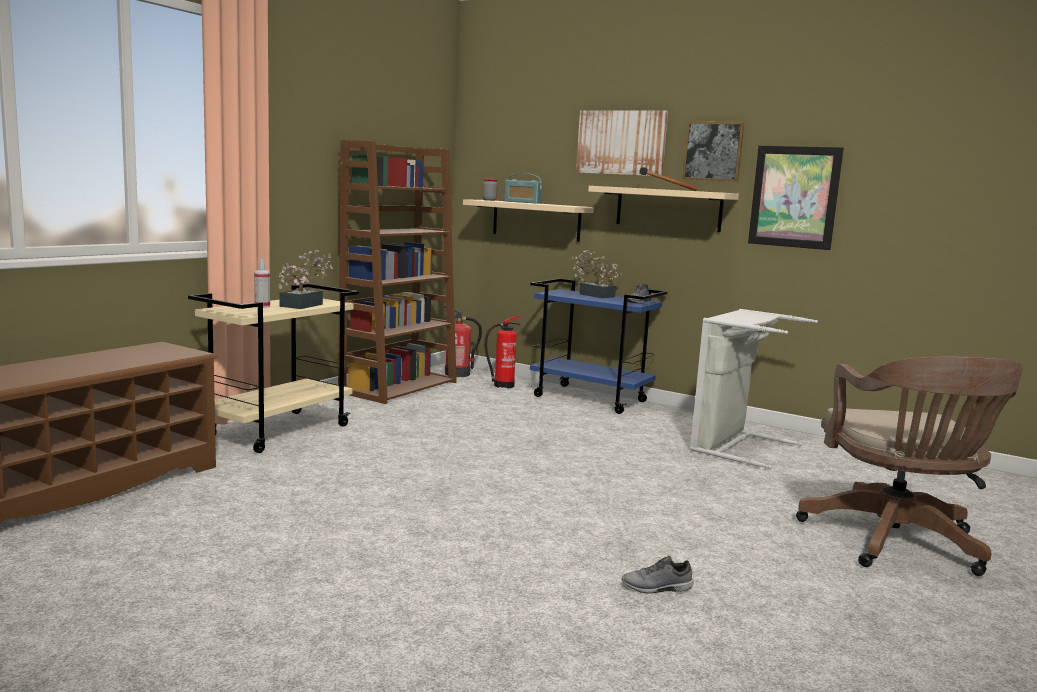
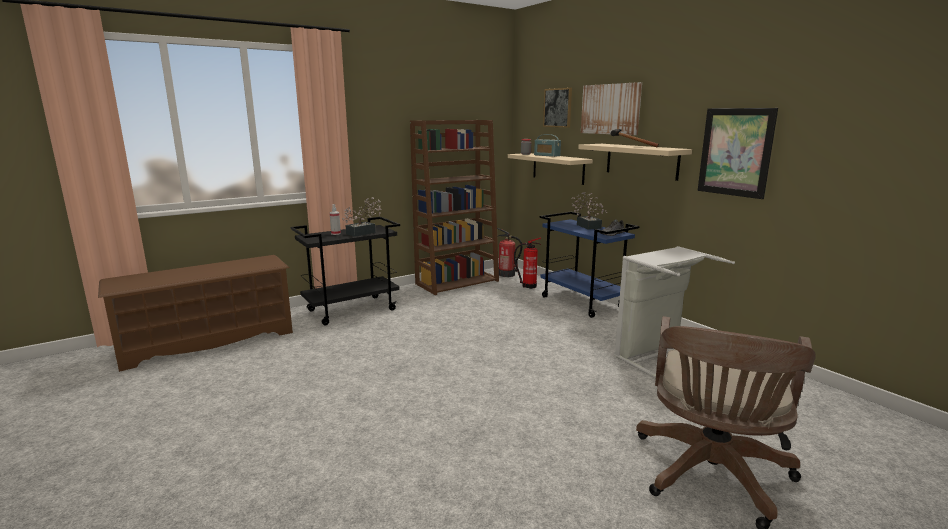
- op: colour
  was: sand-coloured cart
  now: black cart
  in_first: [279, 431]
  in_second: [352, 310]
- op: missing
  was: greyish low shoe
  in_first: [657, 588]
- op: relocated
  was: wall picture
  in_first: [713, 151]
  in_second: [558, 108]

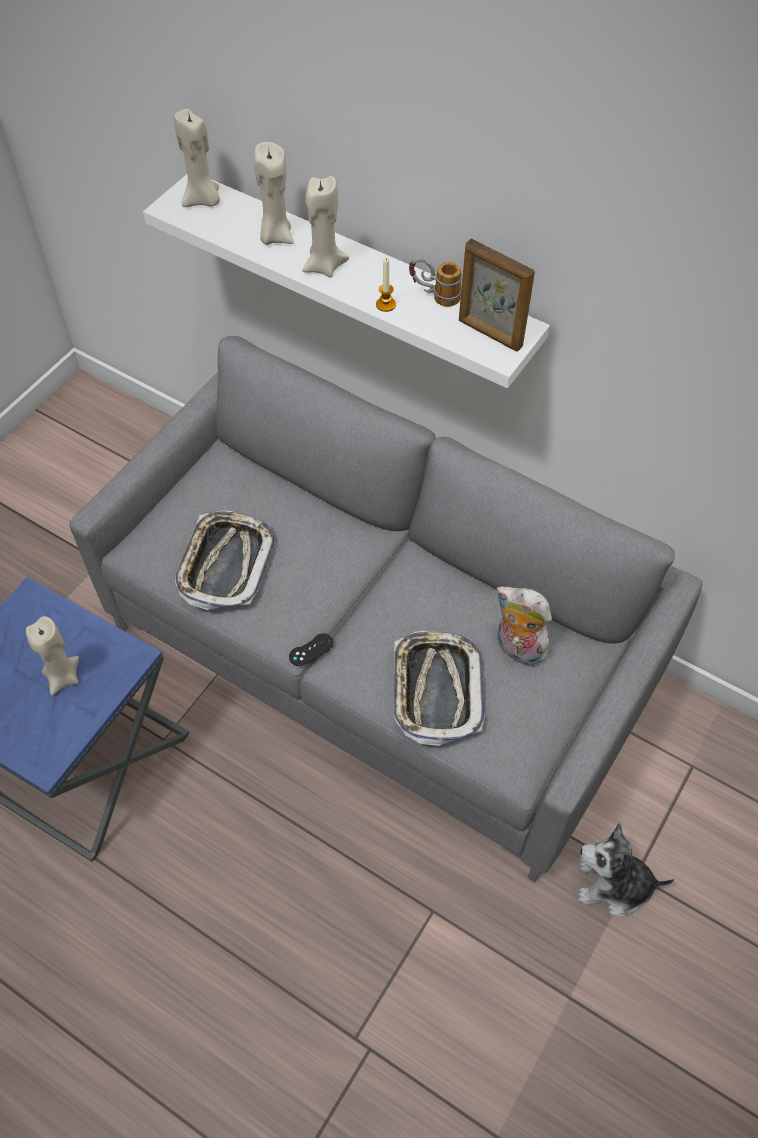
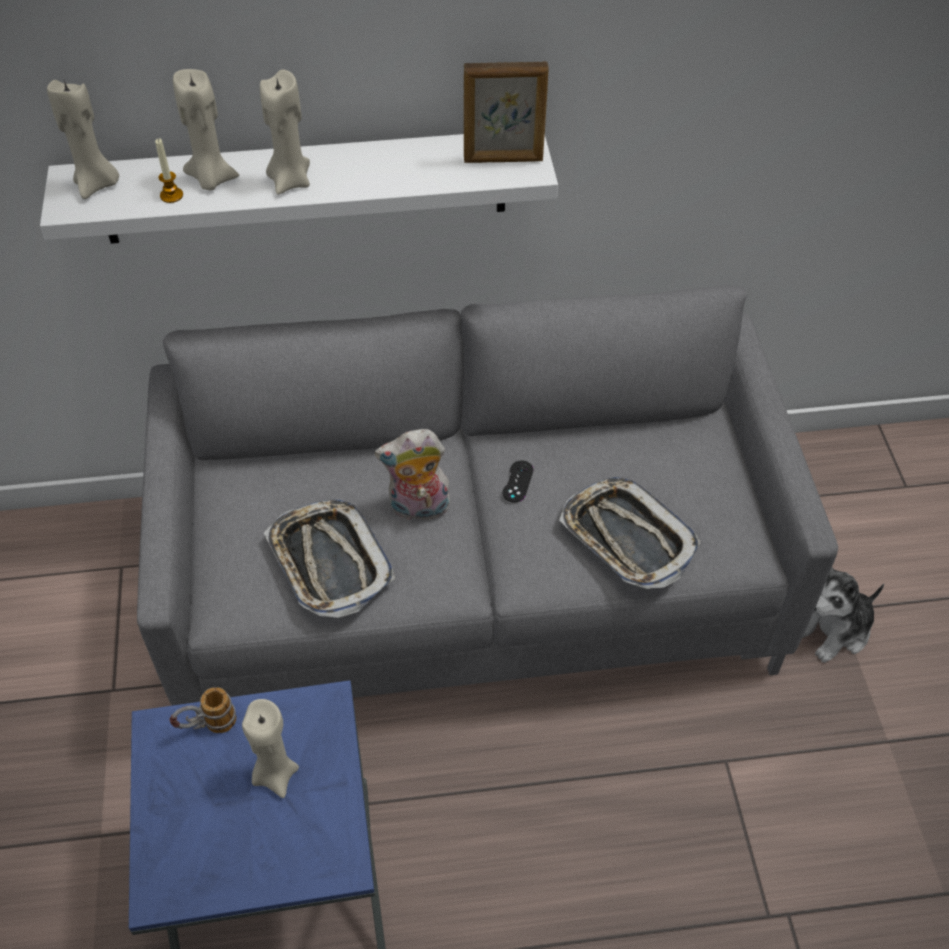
- op: relocated
  was: black game controller
  in_first: [311, 650]
  in_second: [518, 481]
- op: relocated
  was: wax light
  in_first: [386, 304]
  in_second: [171, 195]
- op: relocated
  was: mug
  in_first: [434, 296]
  in_second: [207, 726]
- op: relocated
  was: soft toy
  in_first: [517, 650]
  in_second: [418, 509]

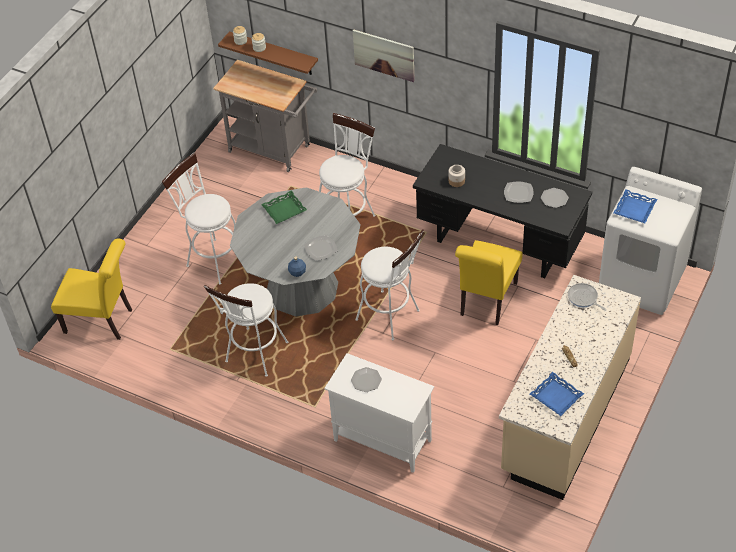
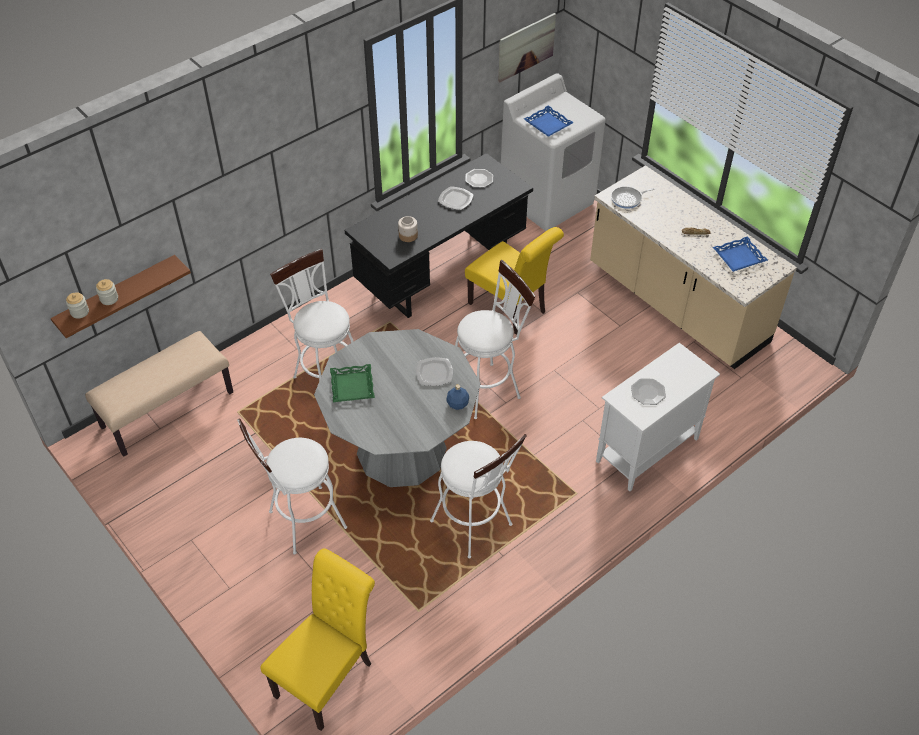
- op: exchanged
  was: greyish cart
  now: sand-coloured indoor bench
  in_first: [274, 150]
  in_second: [167, 409]
- op: relocated
  was: wall picture
  in_first: [384, 55]
  in_second: [526, 47]

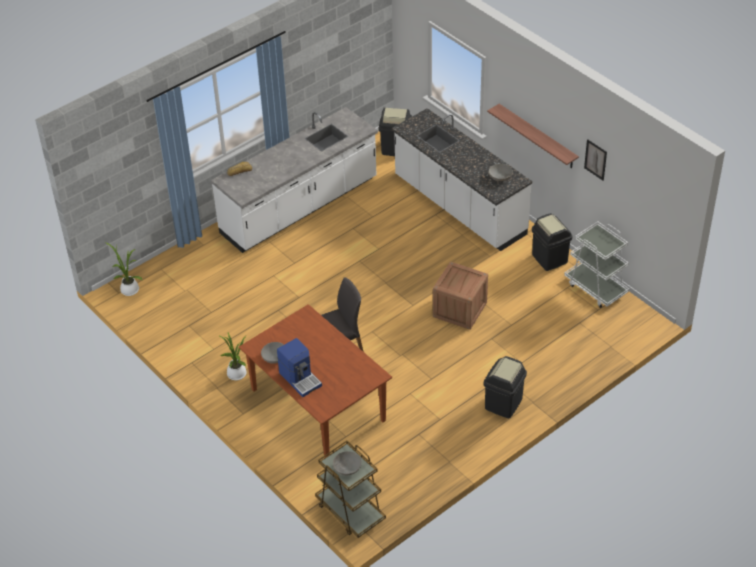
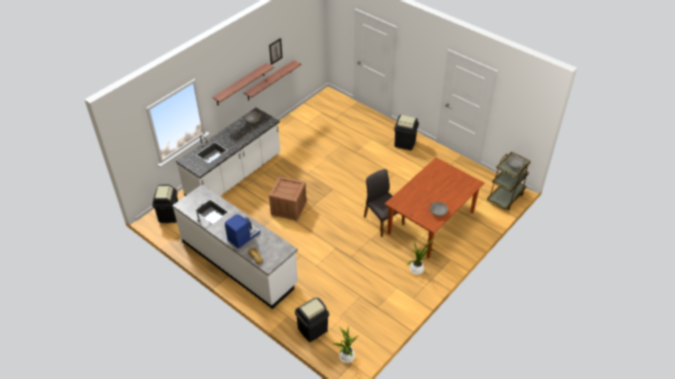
- op: relocated
  was: coffee brewer
  in_first: [300, 378]
  in_second: [243, 236]
- op: relocated
  was: packing crate
  in_first: [459, 310]
  in_second: [288, 208]
- op: relocated
  was: black rubbish bin
  in_first: [549, 259]
  in_second: [313, 330]
- op: missing
  was: whitish cart
  in_first: [596, 288]
- op: appeared
  now: bracket shelf
  in_second: [269, 80]

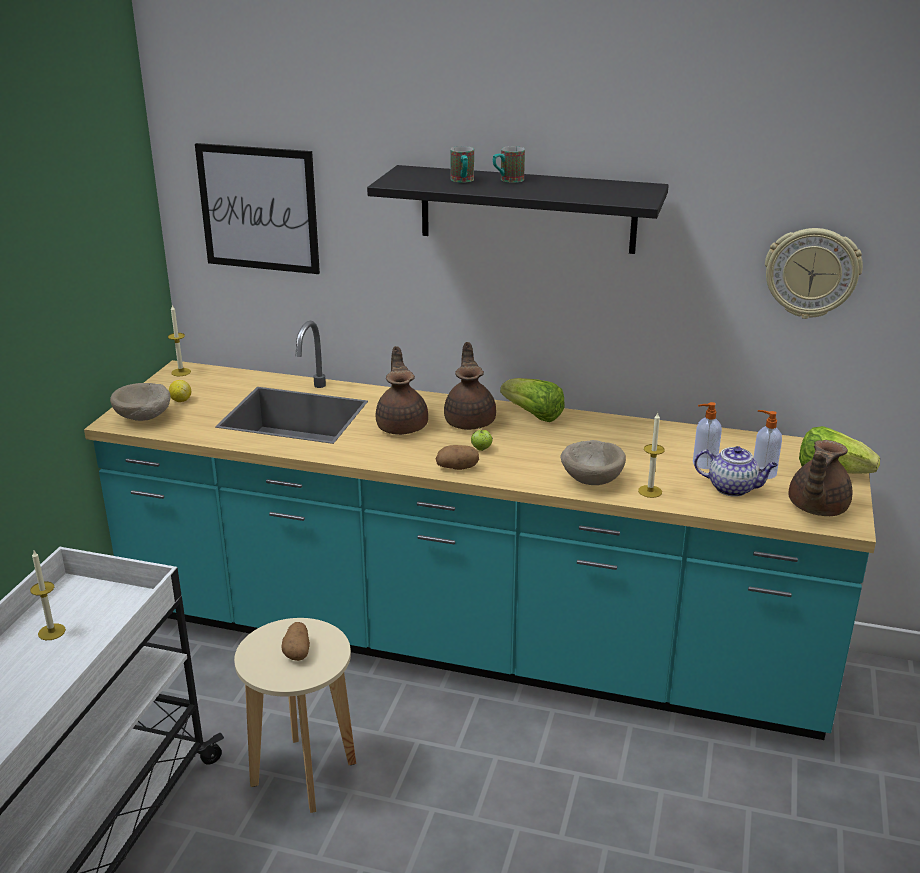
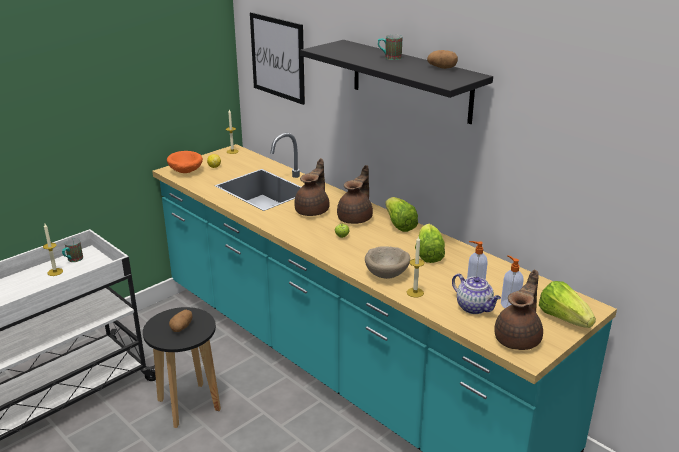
- op: colour
  was: sand-coloured serving bowl
  now: orange serving bowl
  in_first: [144, 418]
  in_second: [185, 172]
- op: colour
  was: sand-coloured stool seat
  now: black stool seat
  in_first: [304, 774]
  in_second: [189, 405]
- op: relocated
  was: potato
  in_first: [457, 467]
  in_second: [442, 68]
- op: relocated
  was: mug
  in_first: [463, 181]
  in_second: [73, 260]
- op: missing
  was: clock on the wall
  in_first: [811, 272]
- op: spun
  was: brown-coloured pot for tea
  in_first: [815, 508]
  in_second: [518, 339]
  clockwise: 150
- op: appeared
  now: lettuce
  in_second: [428, 254]

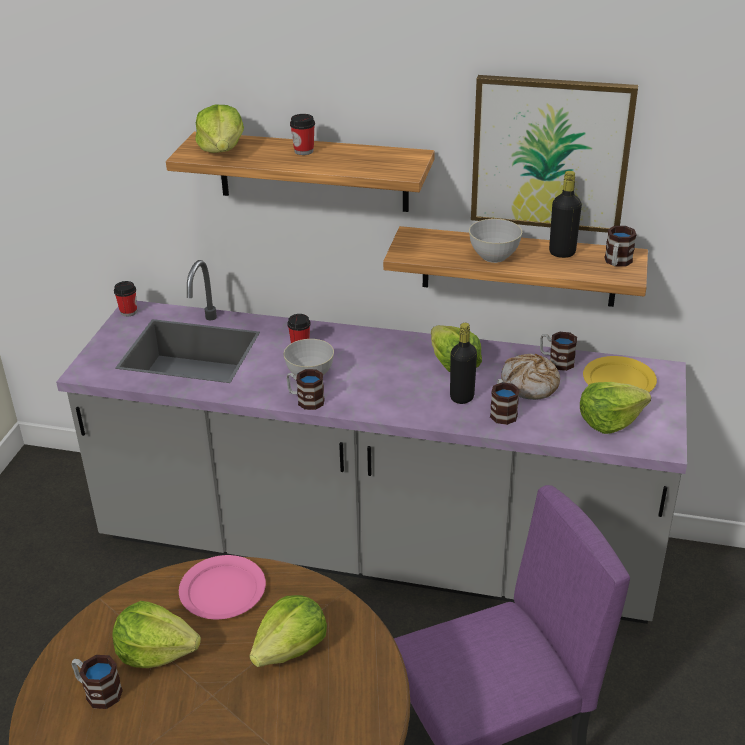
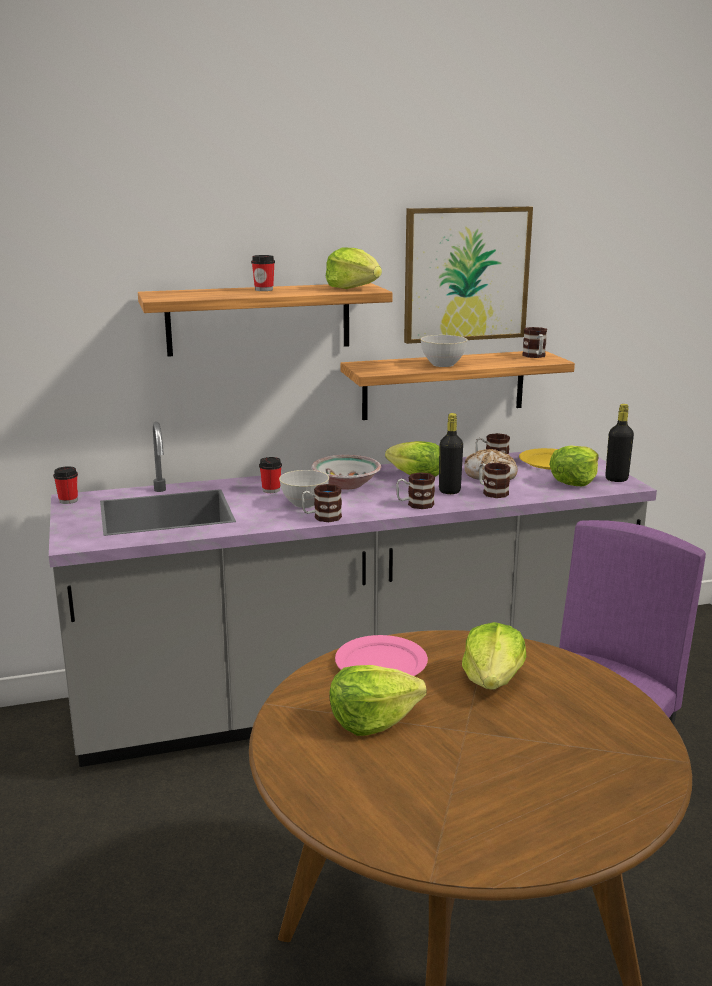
- op: relocated
  was: mug
  in_first: [98, 691]
  in_second: [415, 504]
- op: relocated
  was: lettuce
  in_first: [222, 150]
  in_second: [353, 288]
- op: relocated
  was: black drink bottle
  in_first: [562, 253]
  in_second: [616, 479]
- op: appeared
  now: serving bowl
  in_second: [345, 484]

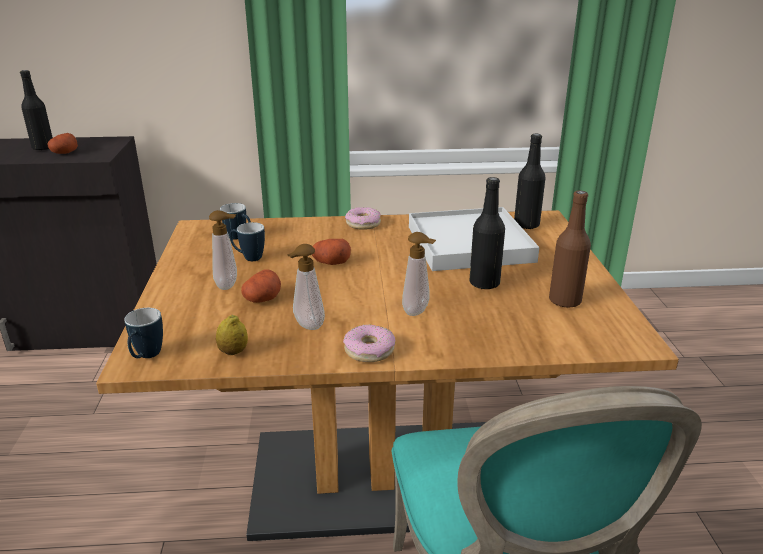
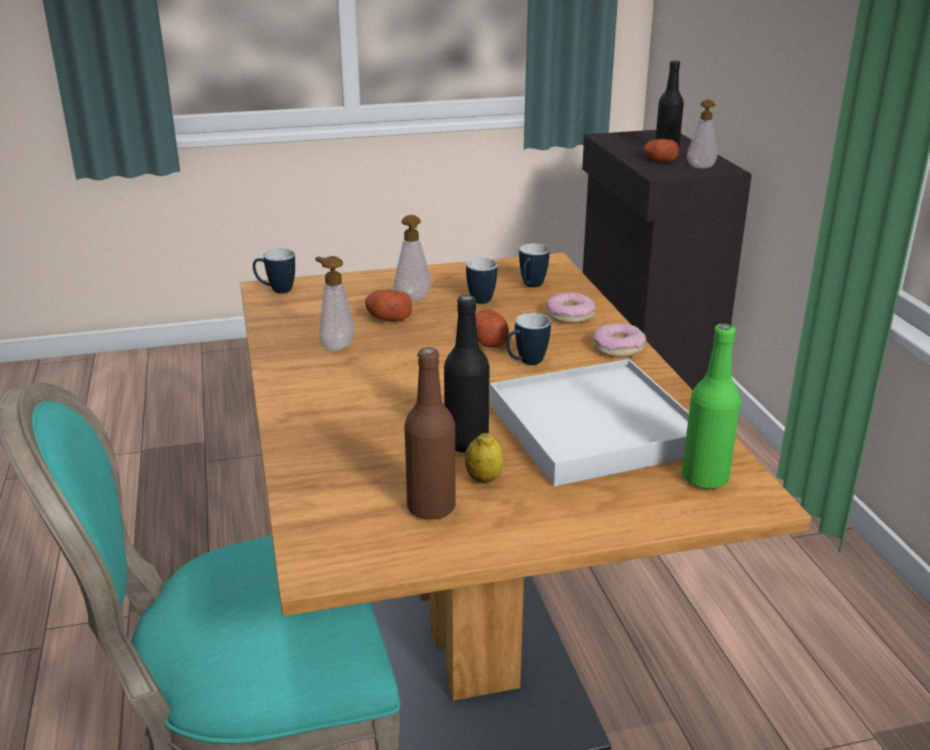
- op: relocated
  was: lemon
  in_first: [233, 352]
  in_second: [483, 478]
- op: relocated
  was: donut
  in_first: [369, 350]
  in_second: [570, 315]
- op: relocated
  was: liquid soap bottle
  in_first: [418, 312]
  in_second: [700, 167]
- op: colour
  was: black drink bottle
  now: green drink bottle
  in_first: [526, 225]
  in_second: [704, 478]
- op: appeared
  now: mug
  in_second: [525, 362]

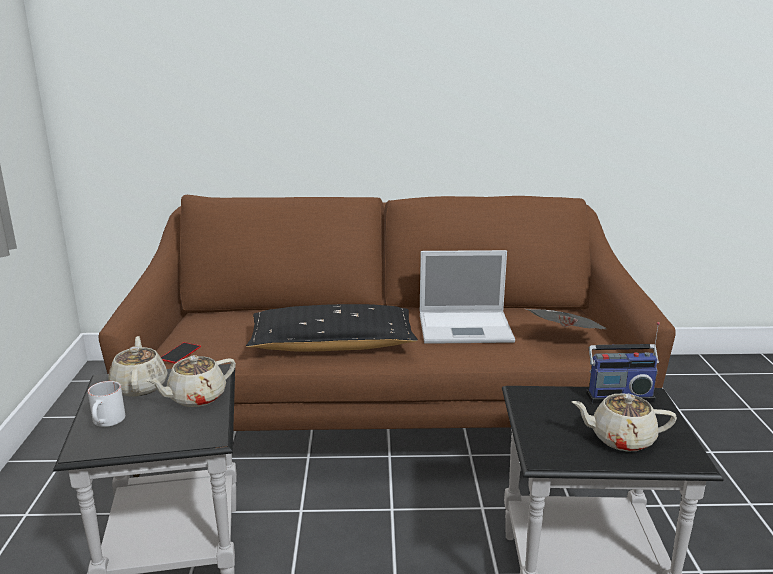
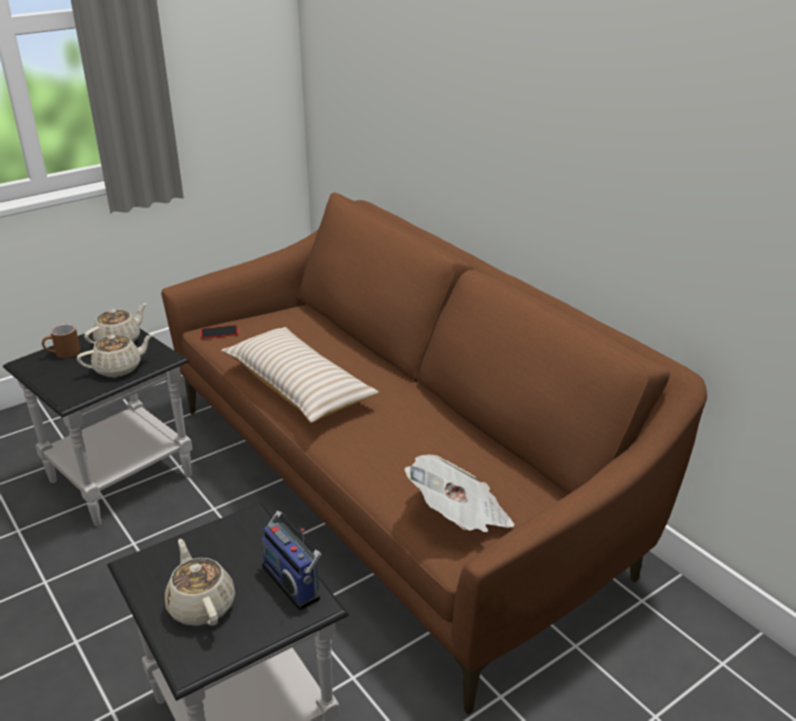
- op: colour
  was: whitish mug
  now: brown-coloured mug
  in_first: [107, 422]
  in_second: [63, 354]
- op: spun
  was: sand-coloured pot for tea
  in_first: [196, 397]
  in_second: [119, 368]
  clockwise: 135
- op: colour
  was: black cushion
  now: sand-coloured cushion
  in_first: [332, 344]
  in_second: [298, 387]
- op: missing
  was: laptop
  in_first: [467, 327]

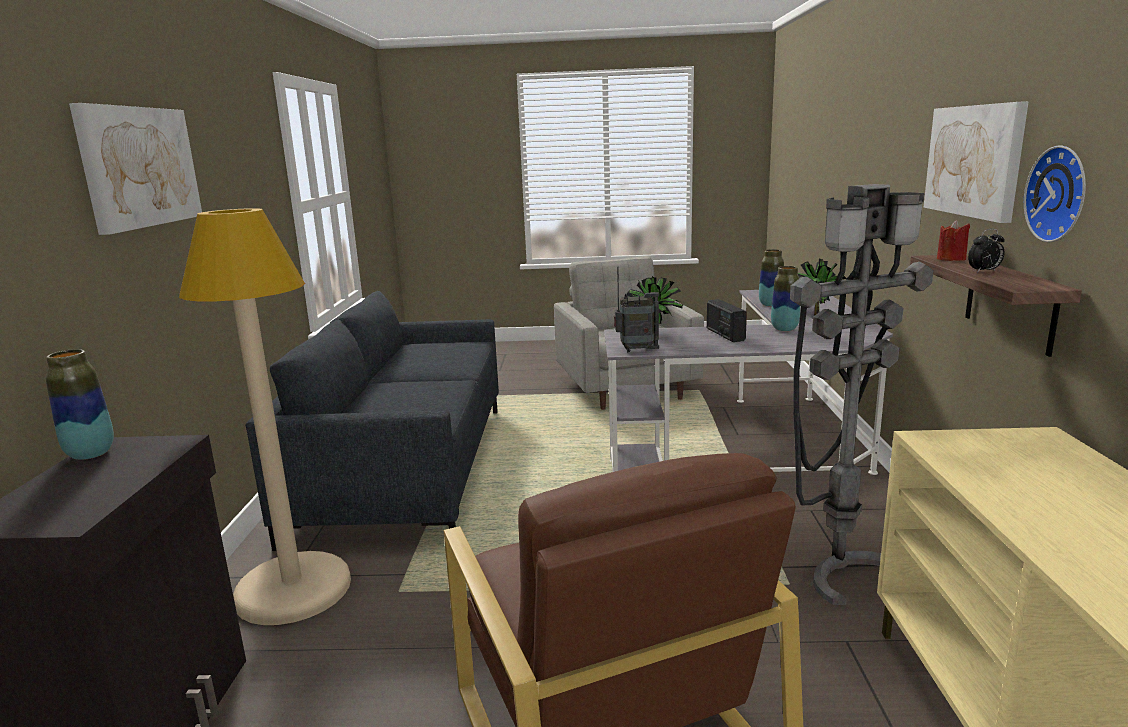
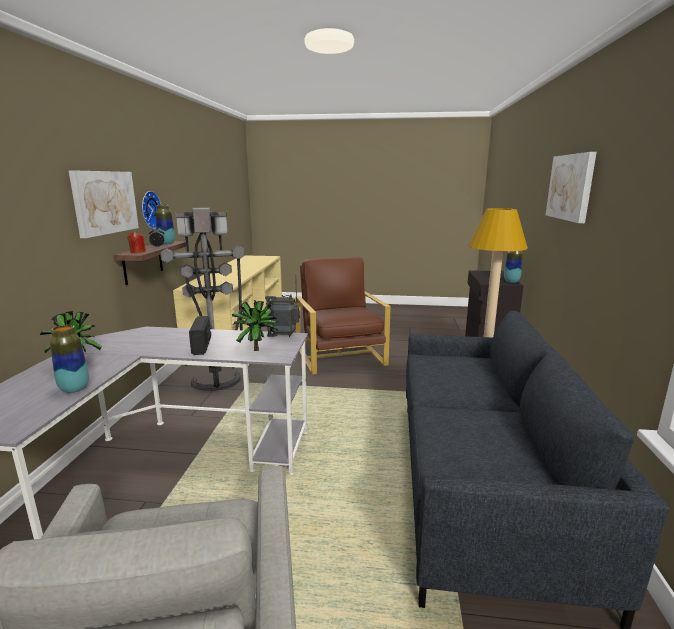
- op: relocated
  was: flower vase
  in_first: [784, 329]
  in_second: [166, 243]

